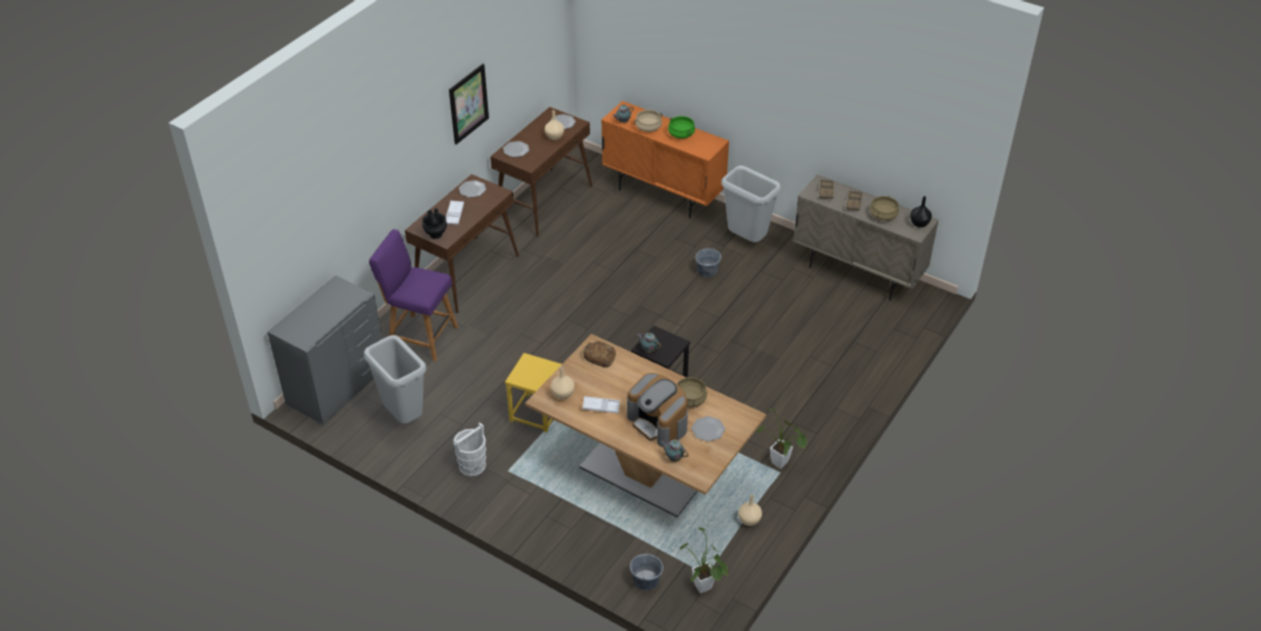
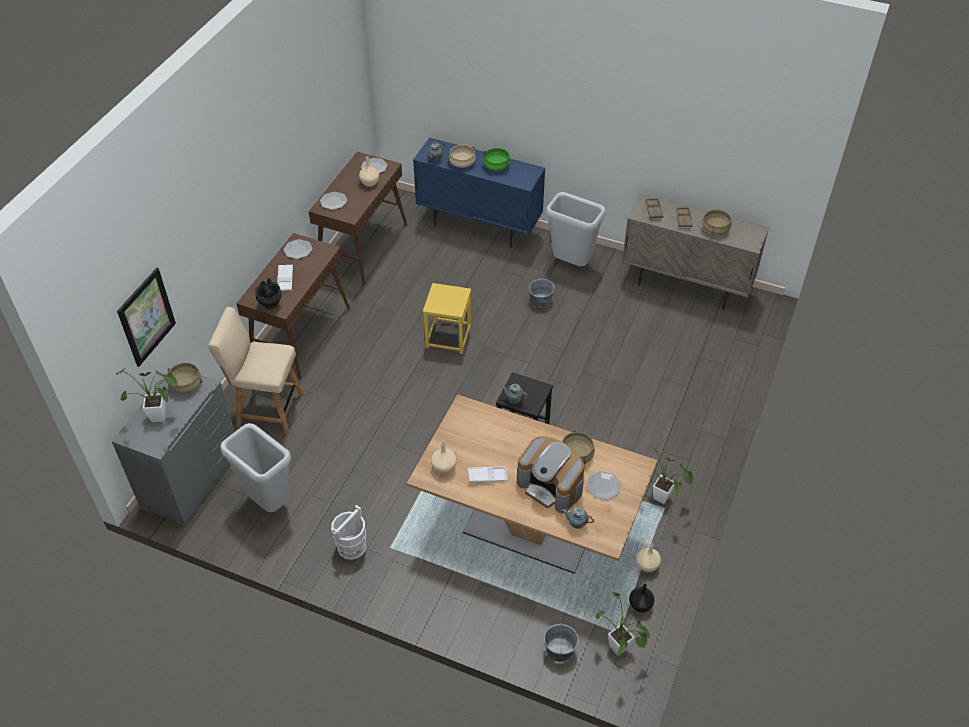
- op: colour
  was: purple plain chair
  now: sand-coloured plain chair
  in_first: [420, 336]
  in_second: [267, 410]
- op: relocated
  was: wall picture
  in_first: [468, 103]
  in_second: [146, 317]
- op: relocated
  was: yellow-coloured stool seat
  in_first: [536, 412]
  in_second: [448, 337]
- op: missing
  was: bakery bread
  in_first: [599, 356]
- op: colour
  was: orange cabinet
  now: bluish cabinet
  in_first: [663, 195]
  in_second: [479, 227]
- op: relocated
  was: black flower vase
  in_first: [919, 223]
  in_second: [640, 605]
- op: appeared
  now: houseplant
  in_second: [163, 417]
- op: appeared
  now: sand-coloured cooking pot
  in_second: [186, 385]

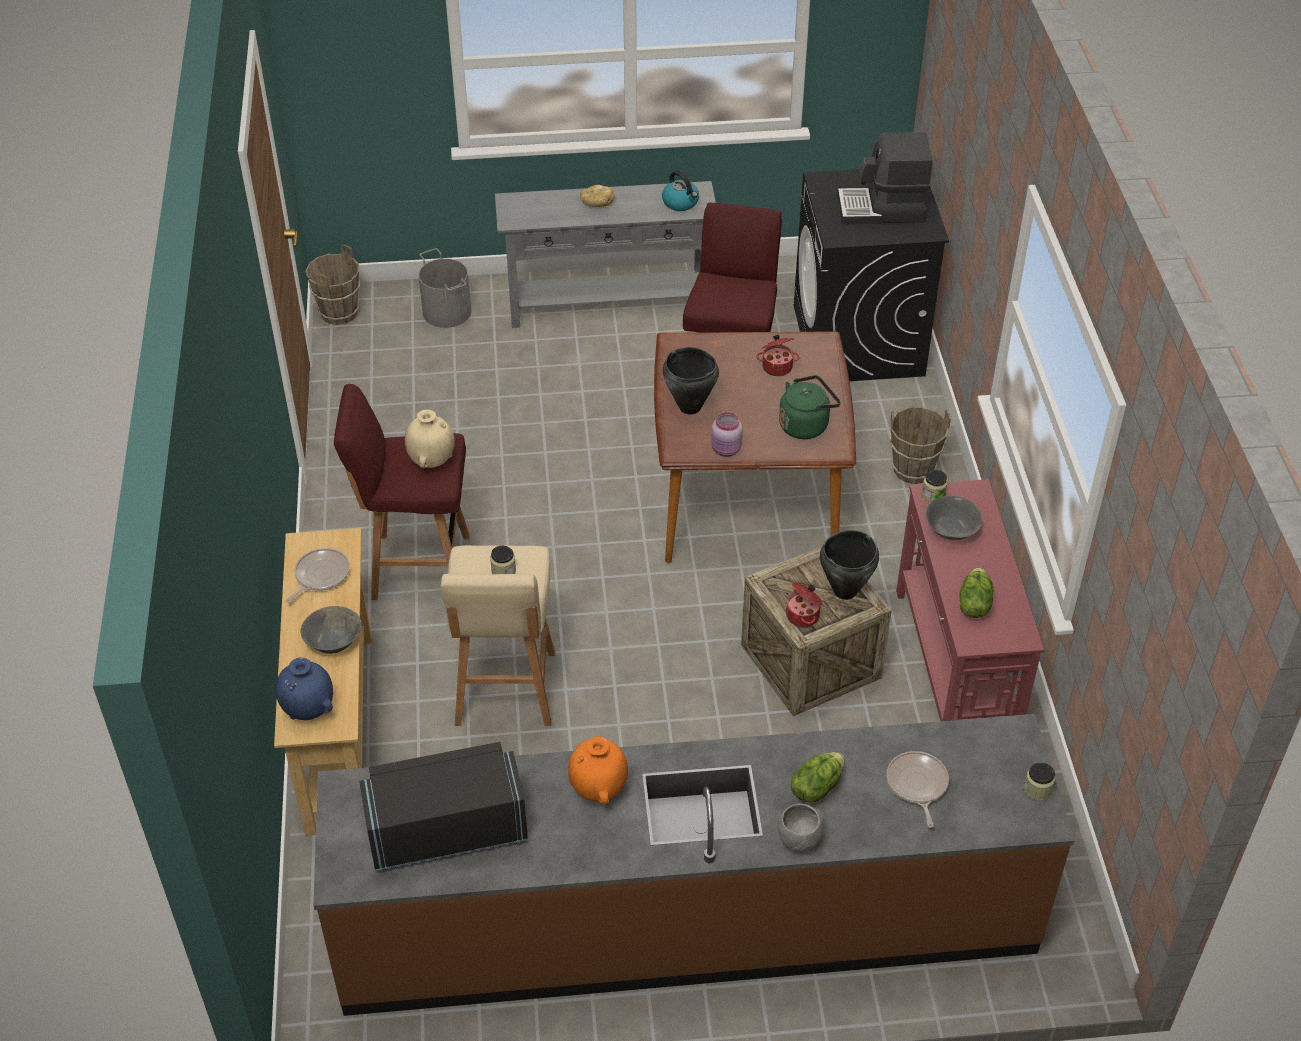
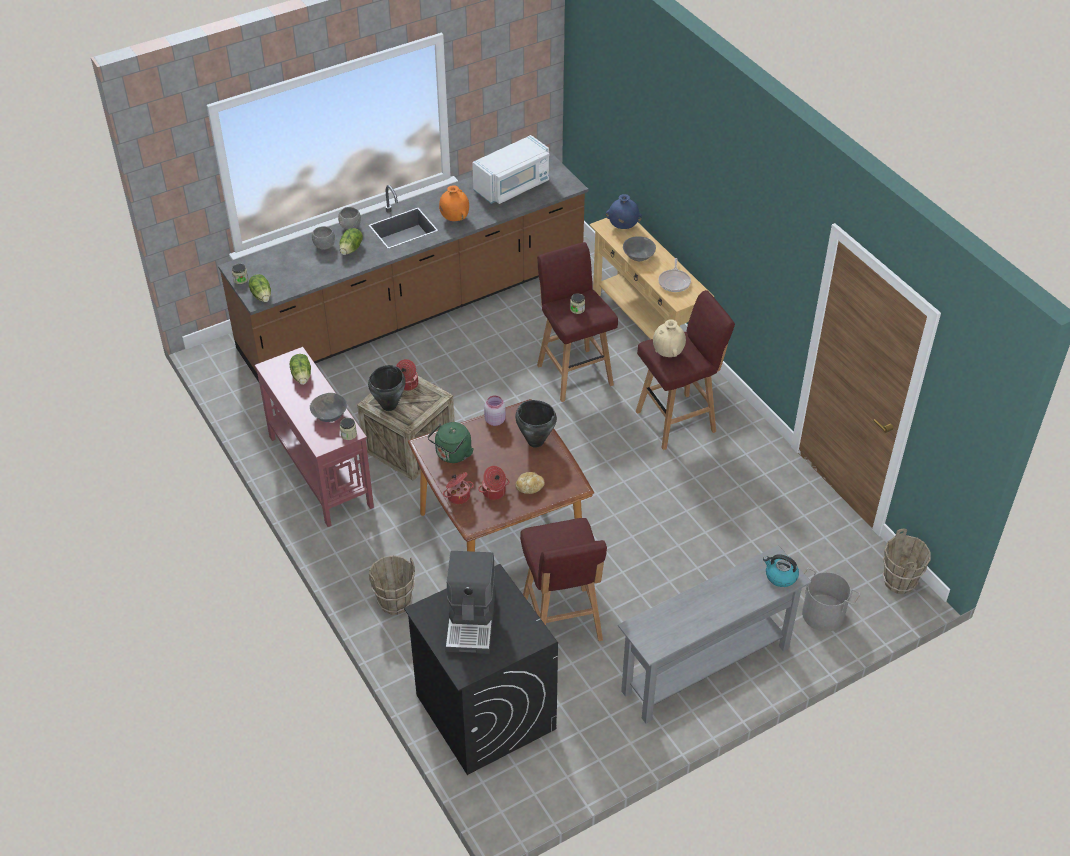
- op: colour
  was: black kitchen microwave
  now: whitish kitchen microwave
  in_first: [447, 830]
  in_second: [512, 186]
- op: colour
  was: sand-coloured stool seat
  now: red-coloured stool seat
  in_first: [505, 691]
  in_second: [574, 373]
- op: relocated
  was: bakery bread
  in_first: [597, 203]
  in_second: [529, 487]
- op: relocated
  was: water kettle
  in_first: [681, 202]
  in_second: [780, 576]
- op: spun
  was: coffee brewer
  in_first: [881, 210]
  in_second: [472, 621]
  clockwise: 120
- op: missing
  was: frying pan
  in_first: [917, 785]
- op: appeared
  now: lettuce
  in_second: [262, 295]
- op: appeared
  now: greyish serving bowl
  in_second: [324, 246]
- op: appeared
  now: cooking pot
  in_second: [458, 496]

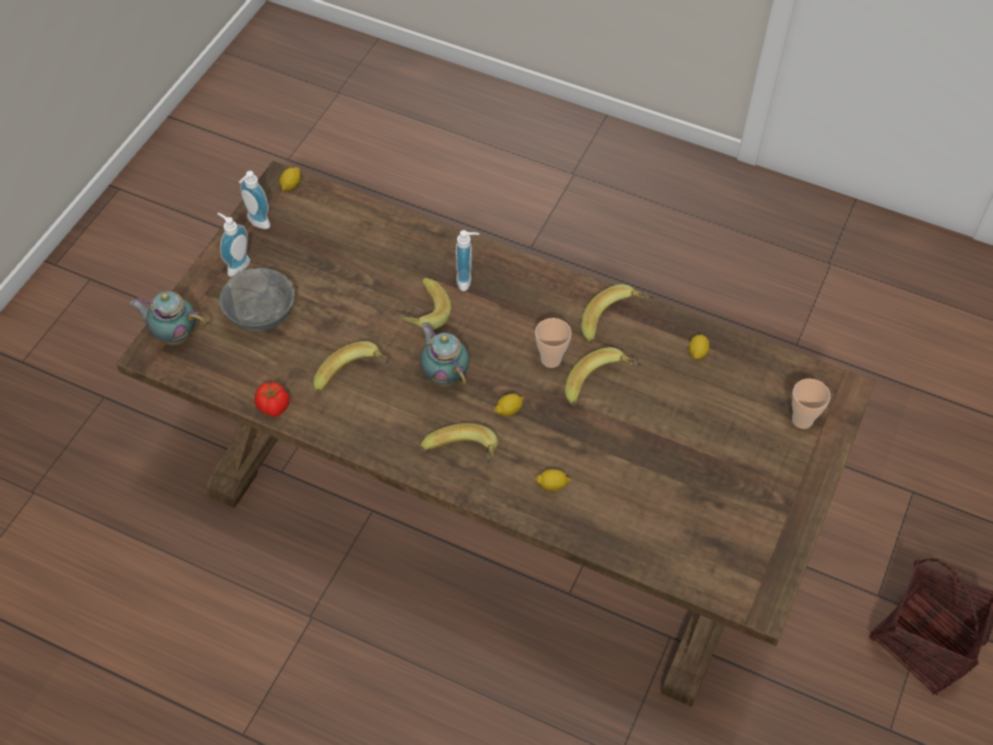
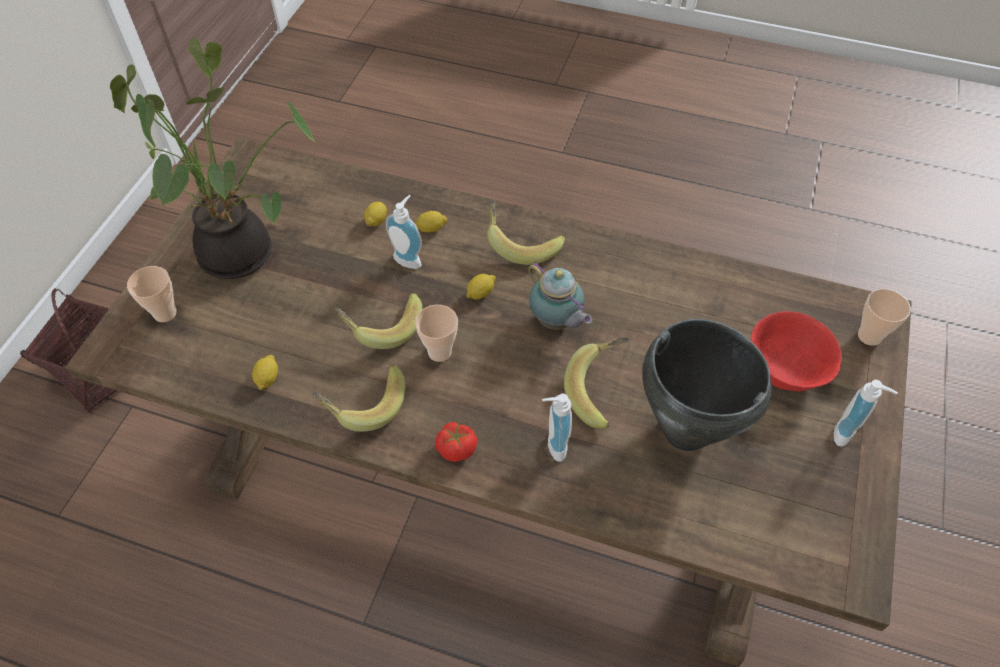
- op: exchanged
  was: pot for tea
  now: drinking cup
  in_first: [174, 335]
  in_second: [869, 336]
- op: colour
  was: greyish serving bowl
  now: red-coloured serving bowl
  in_first: [260, 316]
  in_second: [786, 369]
- op: relocated
  was: liquid soap bottle
  in_first: [256, 223]
  in_second: [409, 258]
- op: relocated
  was: tomato
  in_first: [273, 407]
  in_second: [456, 449]
- op: relocated
  was: lemon
  in_first: [291, 185]
  in_second: [376, 220]
- op: missing
  was: banana
  in_first: [354, 380]
- op: appeared
  now: houseplant
  in_second: [243, 251]
- op: appeared
  now: black cooking pot
  in_second: [685, 430]

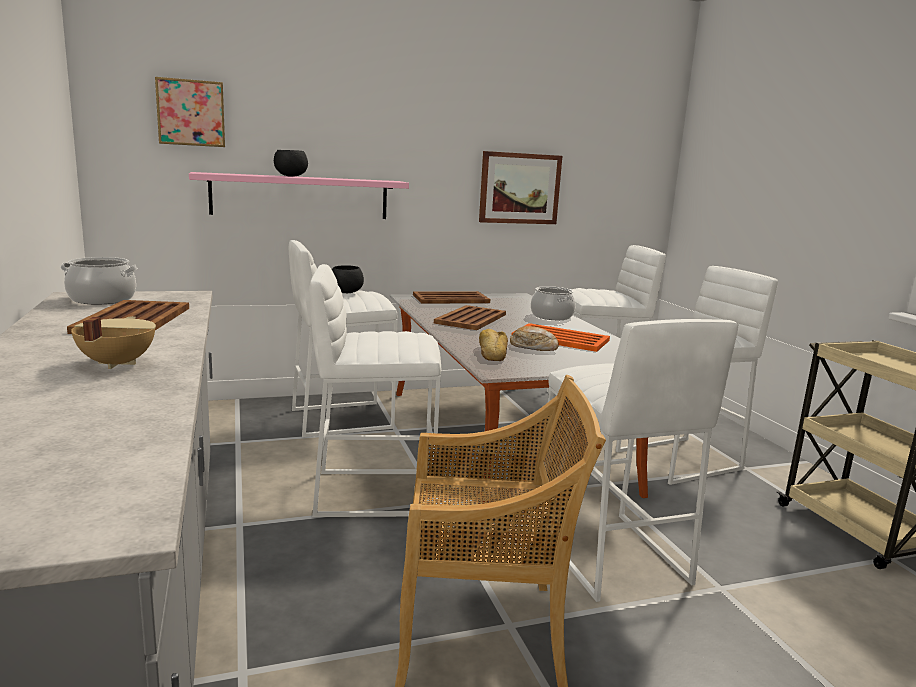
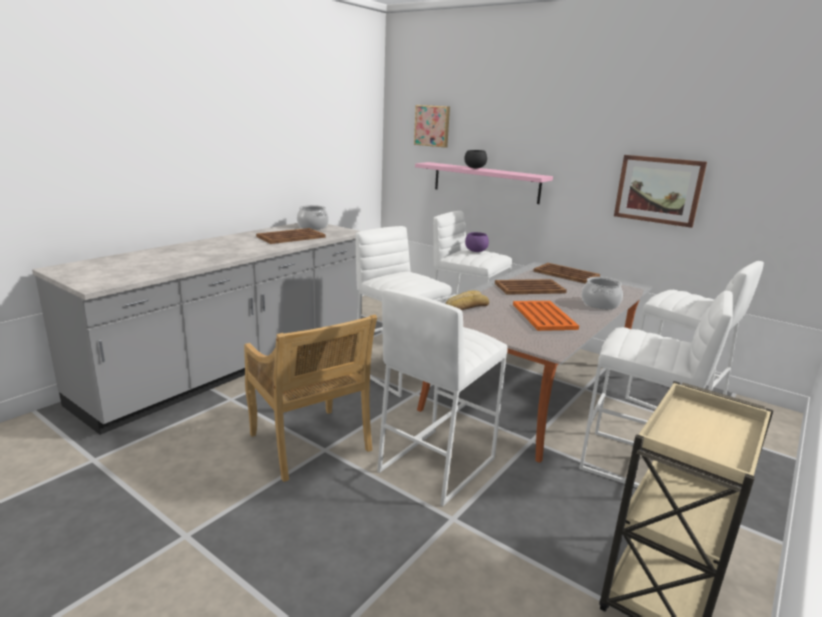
- op: missing
  was: sand-coloured cooking pot
  in_first: [115, 364]
- op: colour
  was: black serving bowl
  now: purple serving bowl
  in_first: [346, 292]
  in_second: [476, 251]
- op: missing
  was: bakery bread
  in_first: [533, 347]

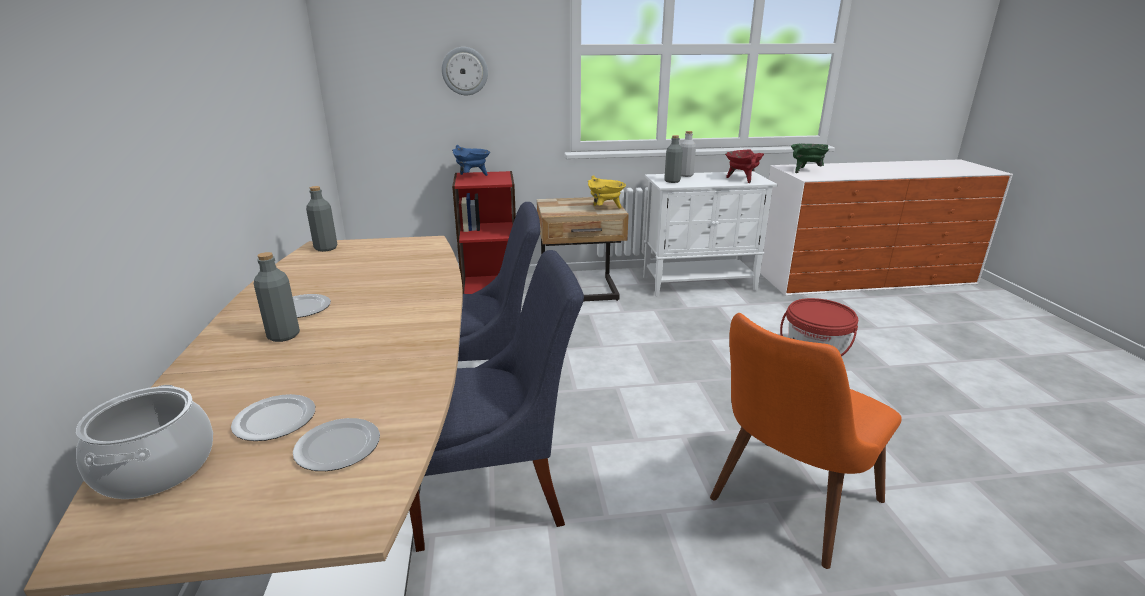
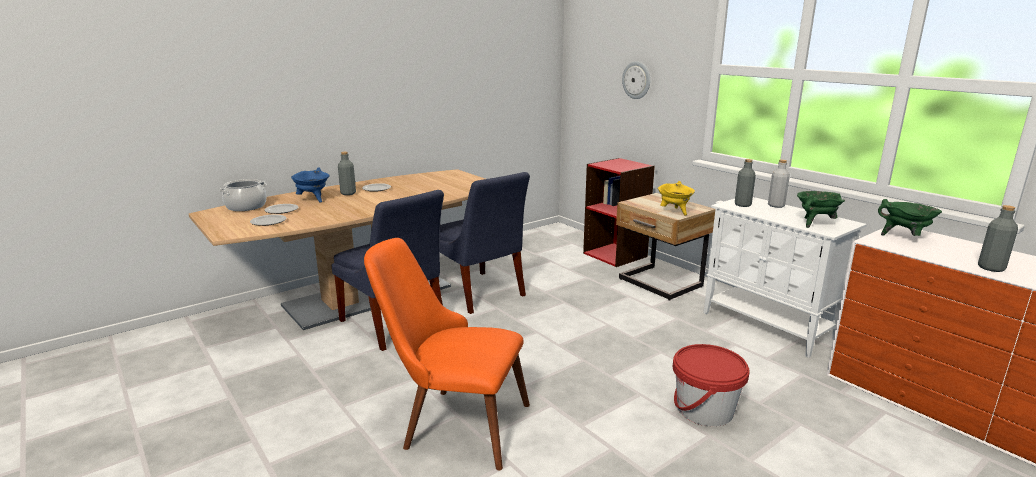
- op: relocated
  was: greyish drink bottle
  in_first: [326, 248]
  in_second: [991, 268]
- op: relocated
  was: bluish cooking pot
  in_first: [472, 176]
  in_second: [313, 200]
- op: colour
  was: red-coloured cooking pot
  now: green cooking pot
  in_first: [741, 179]
  in_second: [815, 223]

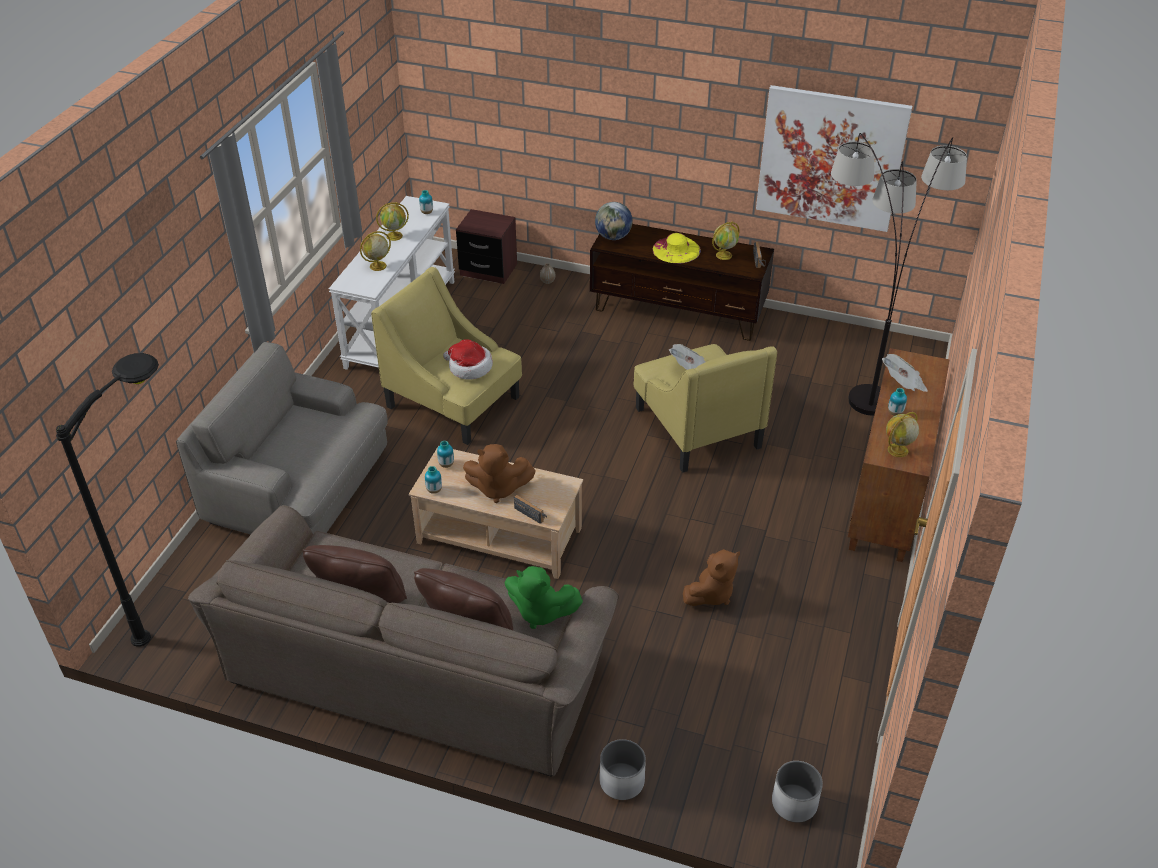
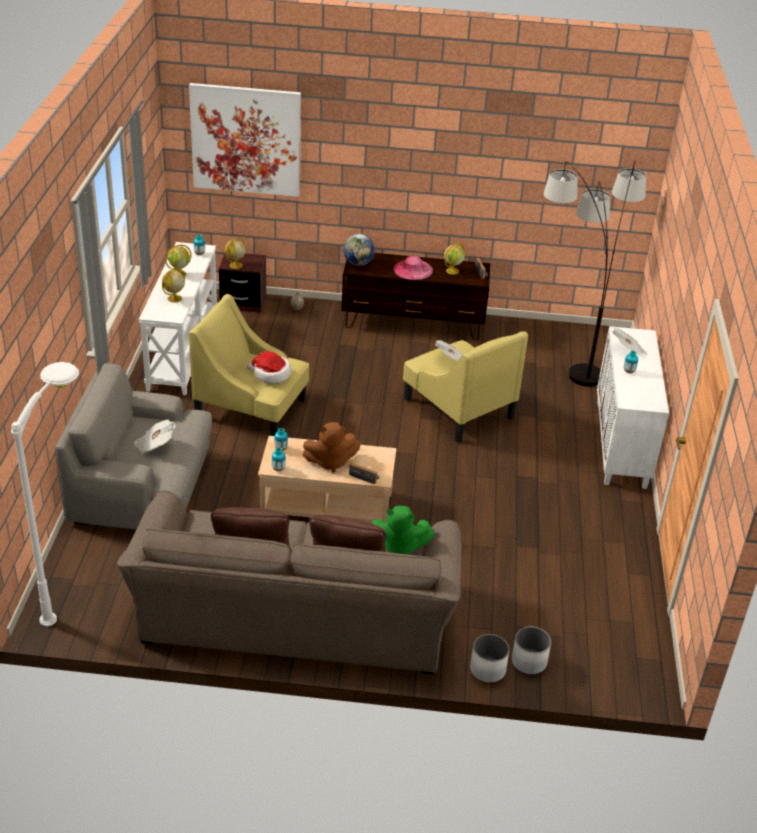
- op: colour
  was: black standard lamp
  now: whitish standard lamp
  in_first: [185, 599]
  in_second: [75, 584]
- op: colour
  was: yellow-coloured wearable hat
  now: pink wearable hat
  in_first: [676, 249]
  in_second: [413, 269]
- op: missing
  was: brown-coloured soft toy
  in_first: [711, 594]
- op: relocated
  was: wall picture
  in_first: [830, 158]
  in_second: [246, 140]
- op: relocated
  was: whitish flower pot
  in_first: [794, 803]
  in_second: [528, 661]
- op: colour
  was: brown-coloured cabinet
  now: whitish cabinet
  in_first: [888, 498]
  in_second: [621, 444]
- op: relocated
  was: globe
  in_first: [897, 450]
  in_second: [235, 265]
- op: appeared
  now: newspaper
  in_second: [154, 445]

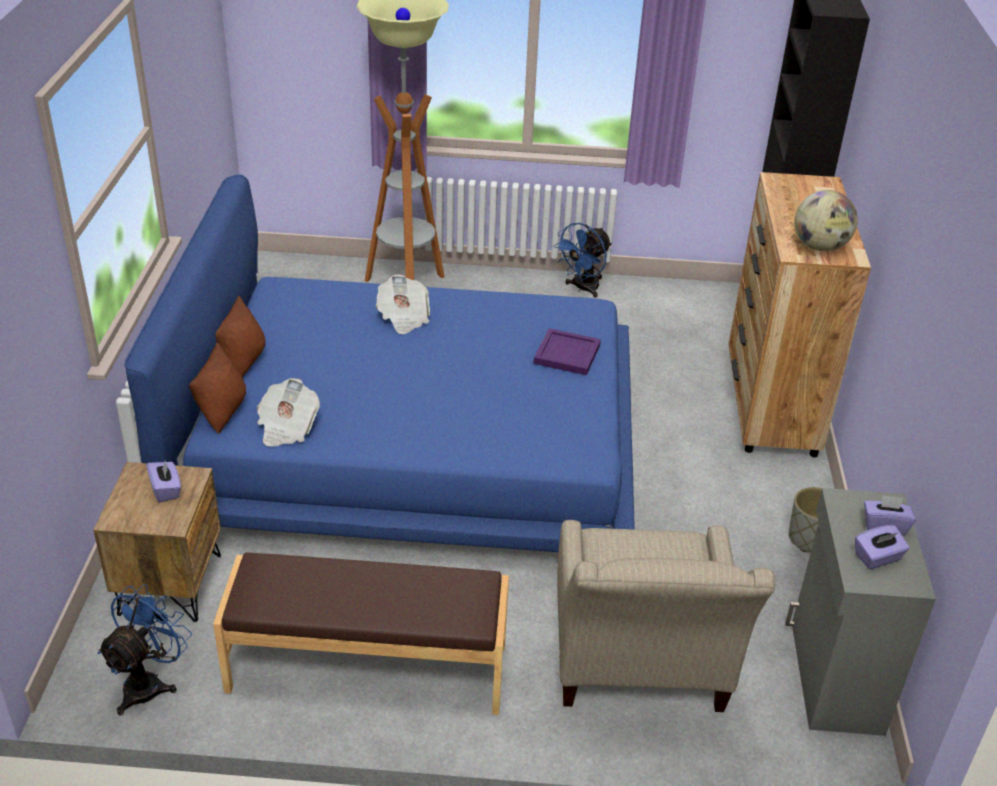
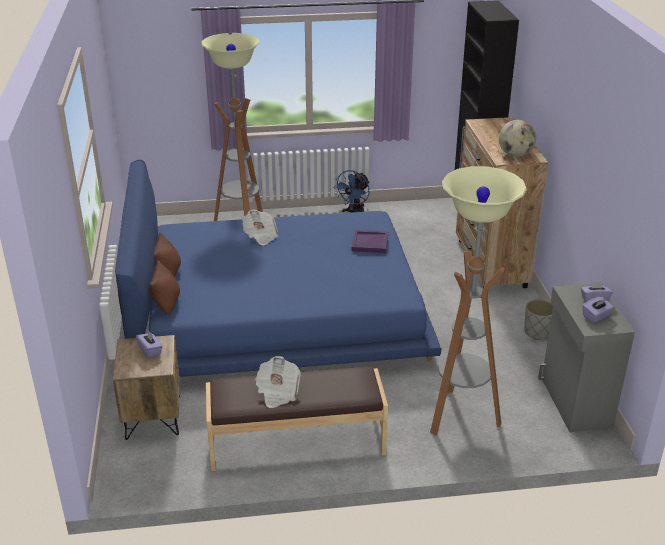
- op: missing
  was: bluish cooling fan
  in_first: [149, 683]
- op: relocated
  was: newspaper
  in_first: [287, 427]
  in_second: [277, 392]
- op: exchanged
  was: sand-coloured easy chair
  now: standard lamp
  in_first: [639, 667]
  in_second: [460, 416]

